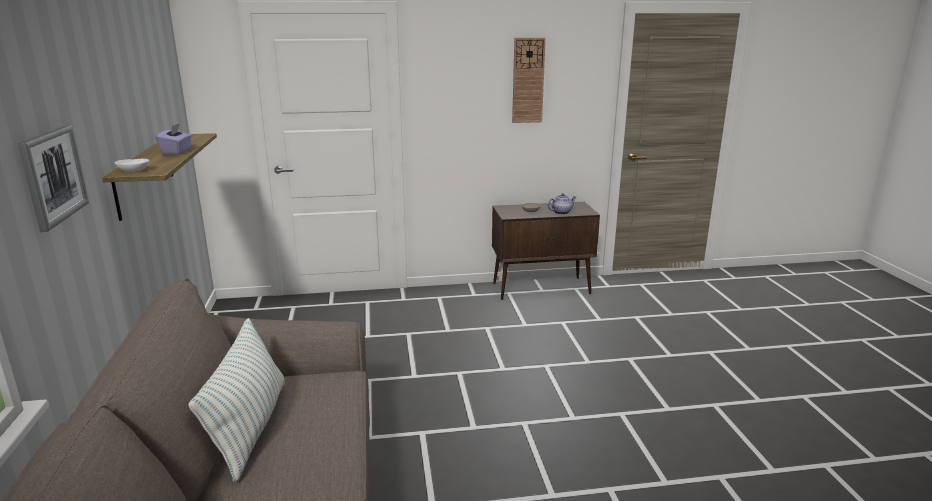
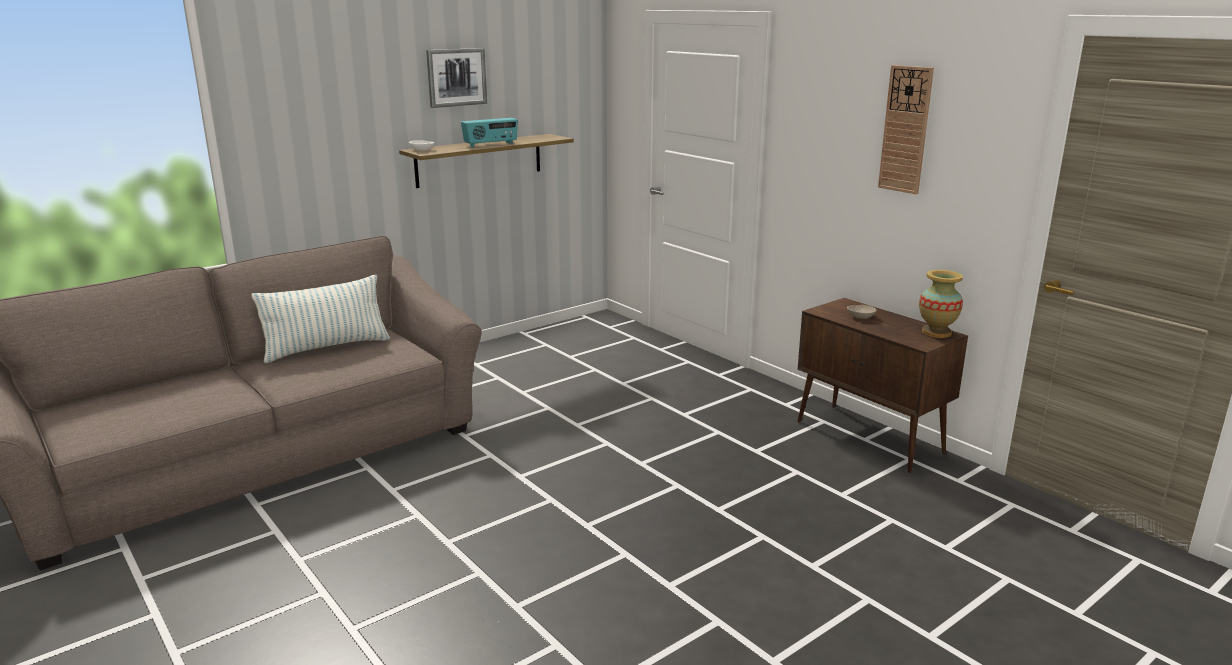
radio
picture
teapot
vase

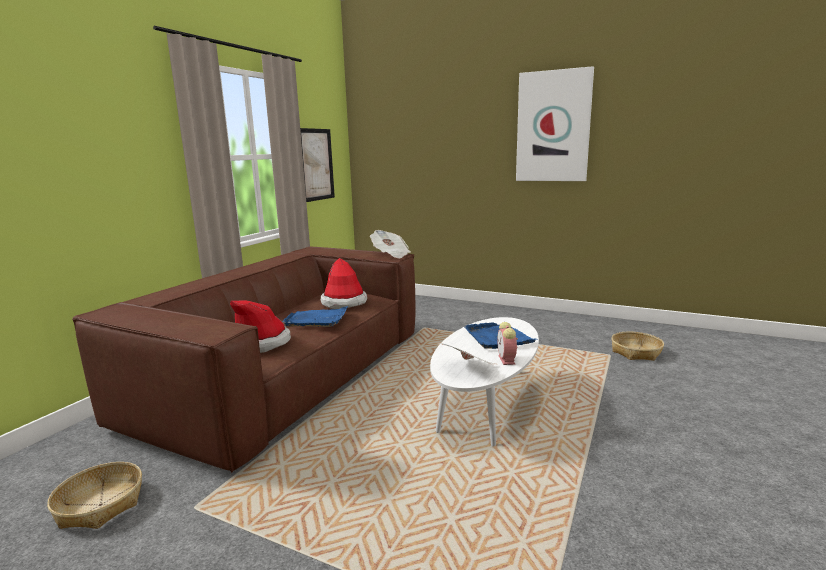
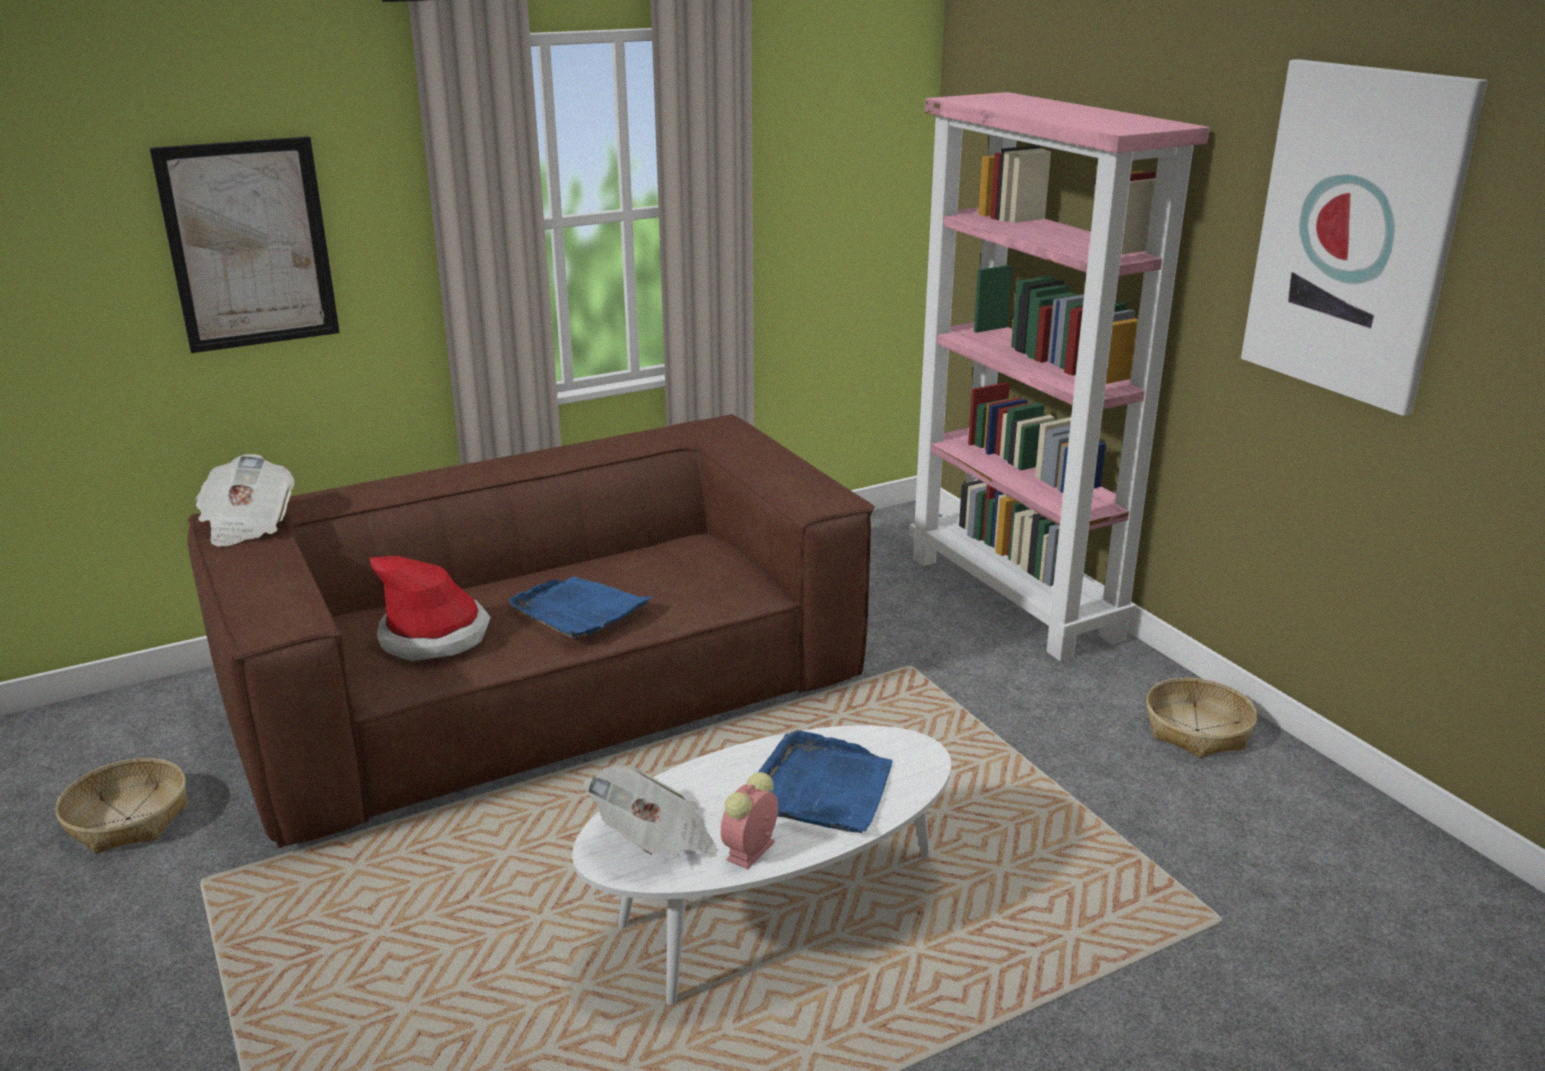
picture (1st from left)
newspaper (1st from left)
hat (2nd from left in the first image)
basket (2nd from left)
pink bookcase

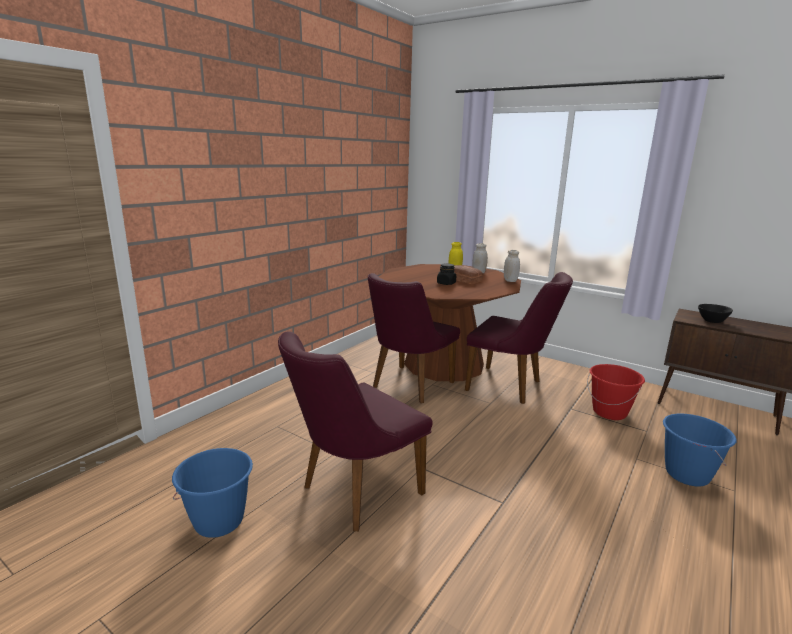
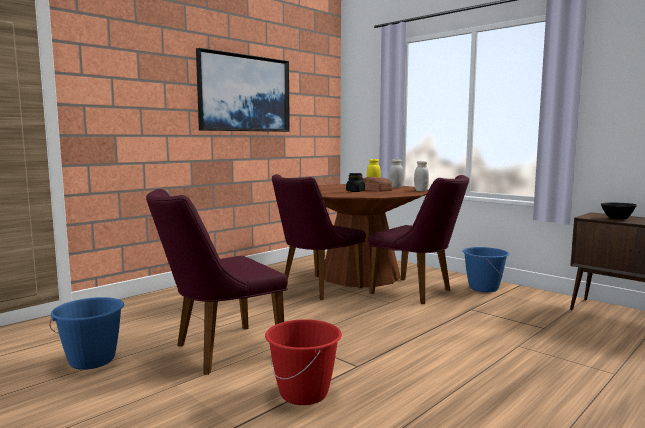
red bucket
blue bucket (2nd from left)
picture

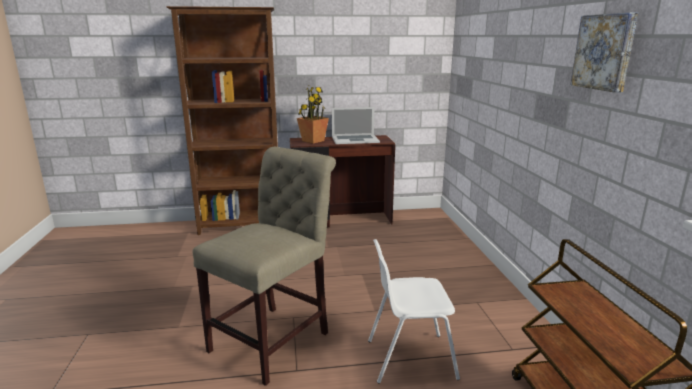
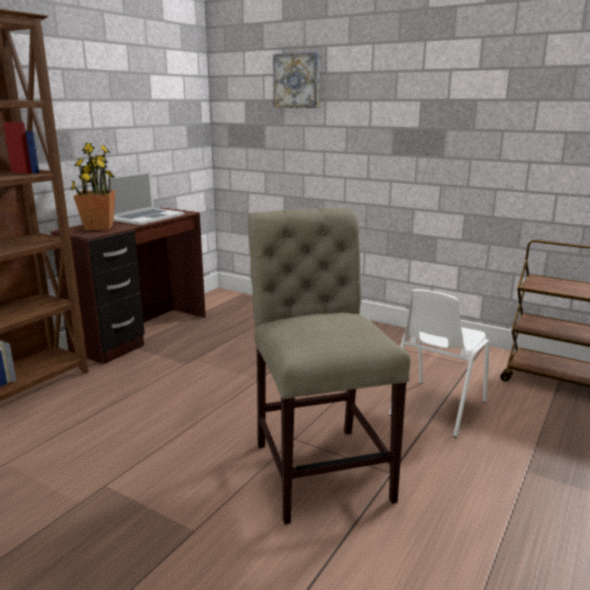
picture

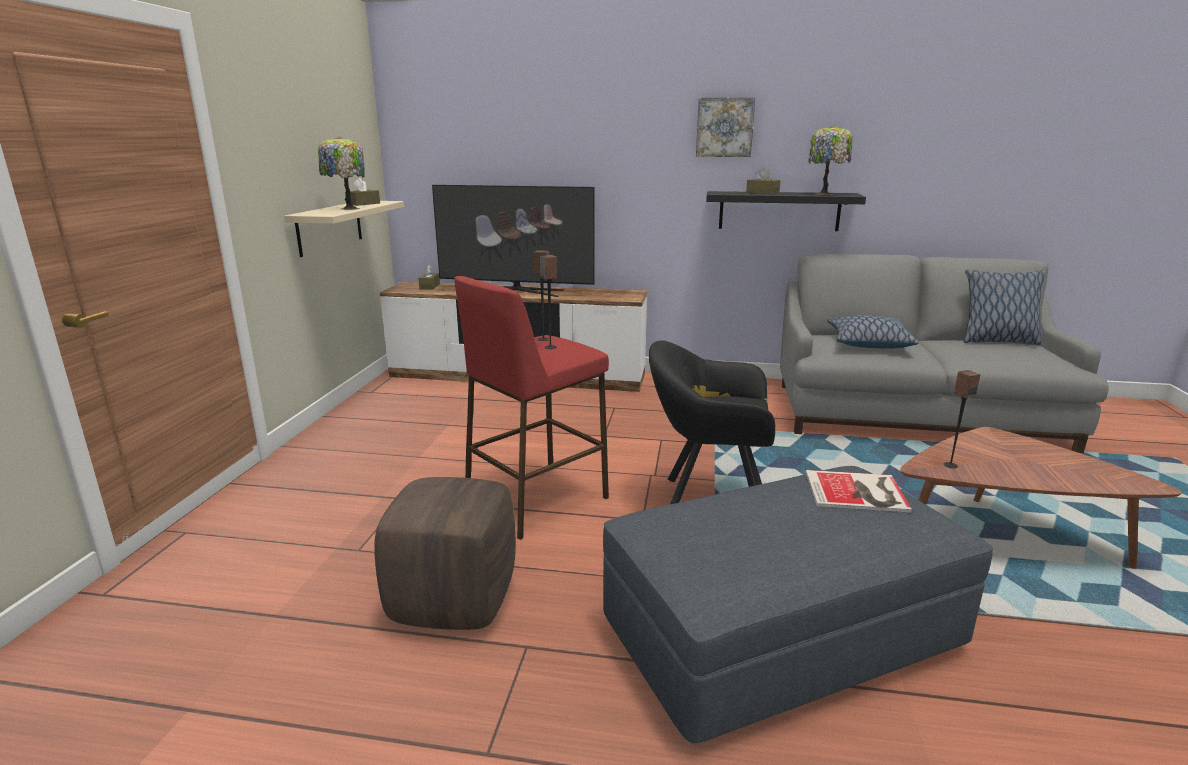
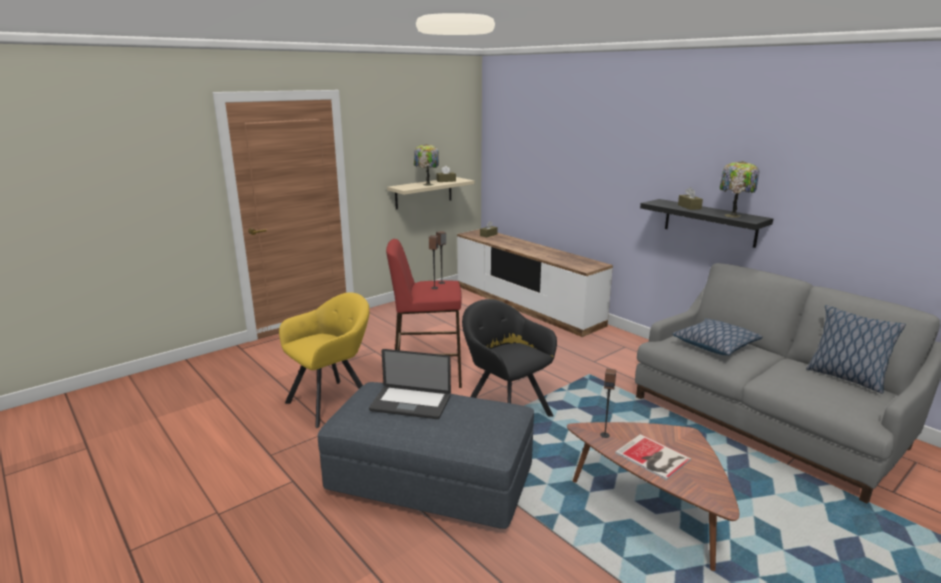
picture
television
book
yellow armchair
laptop

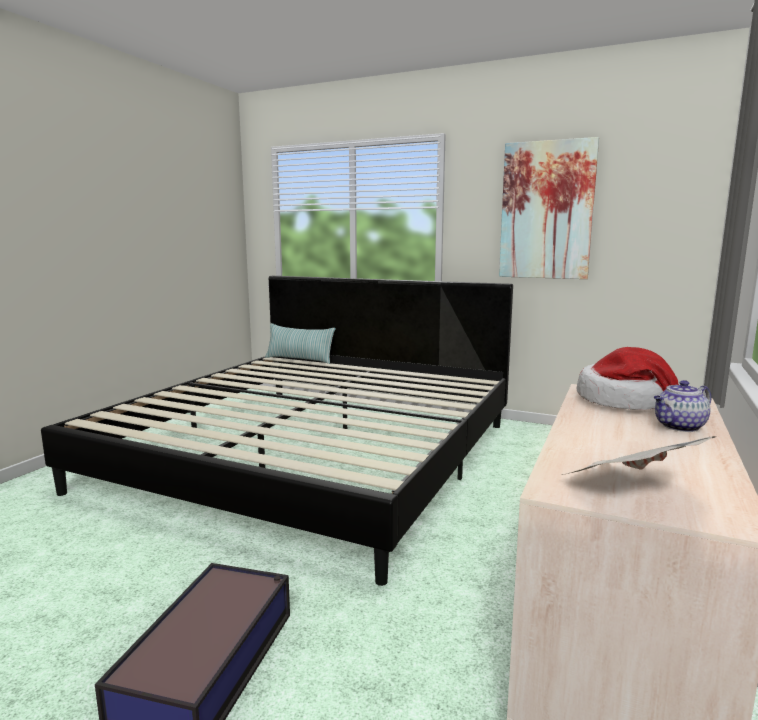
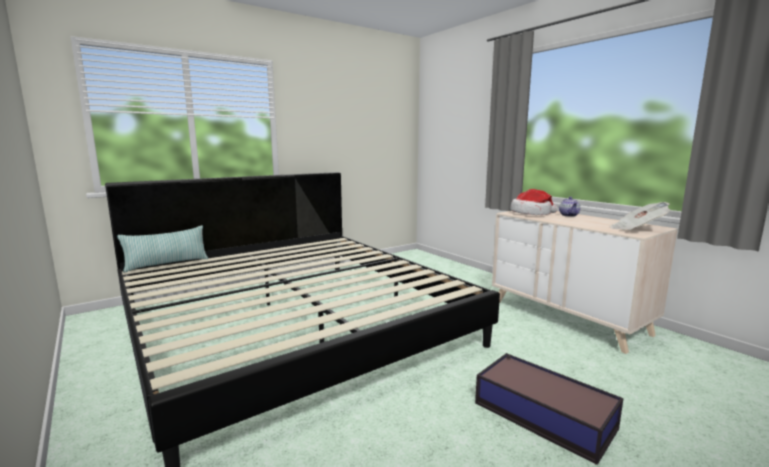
picture

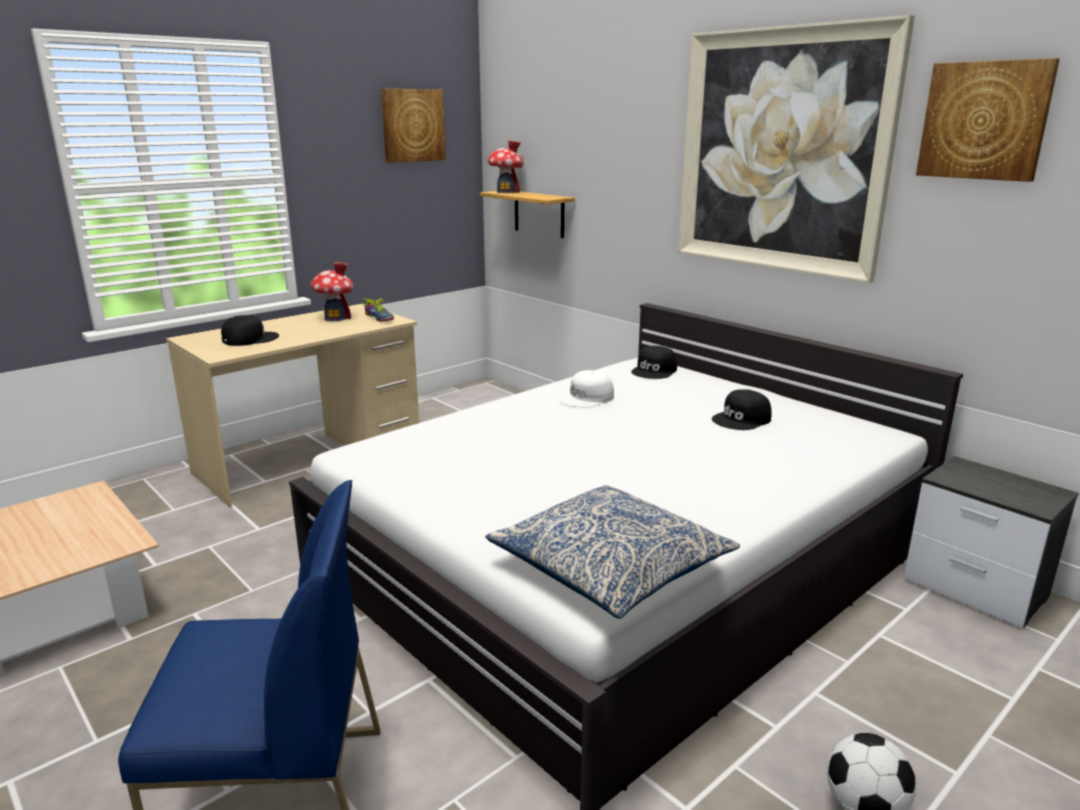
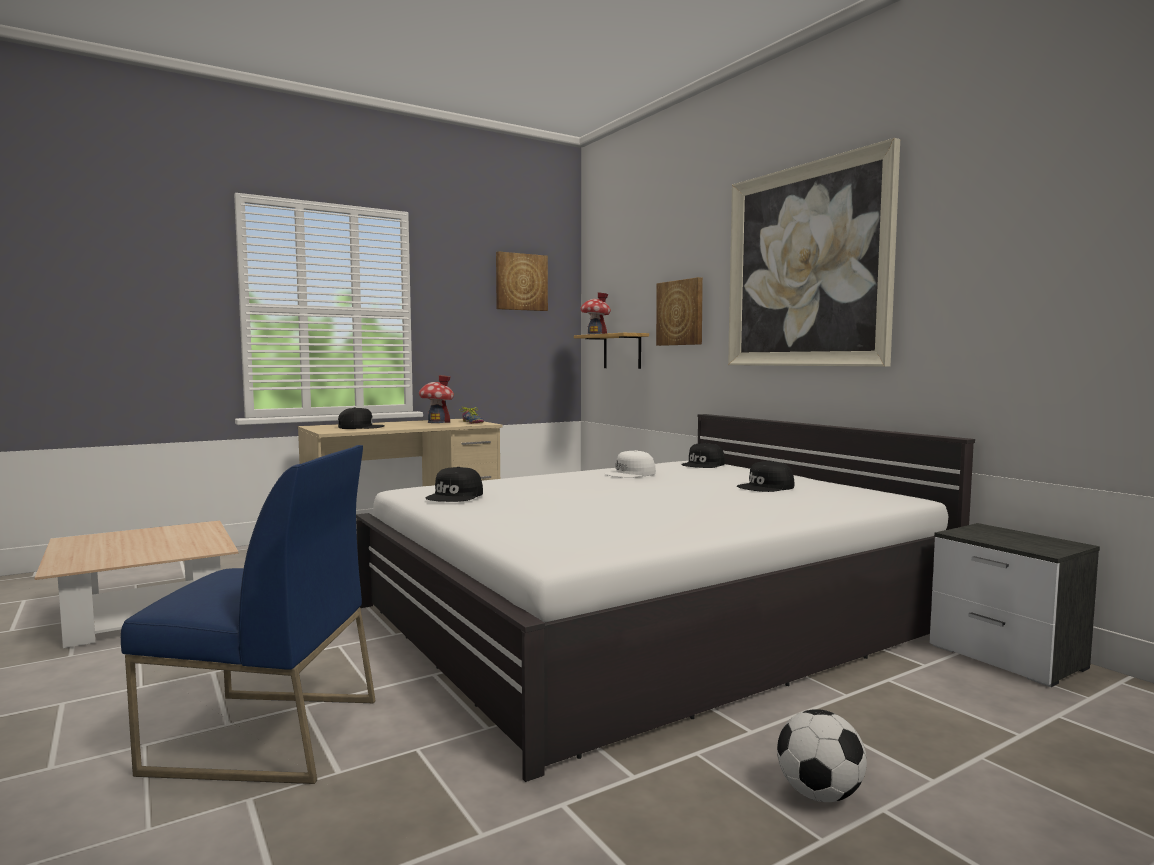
picture (2nd from left)
pillow
black cap (2nd from left)

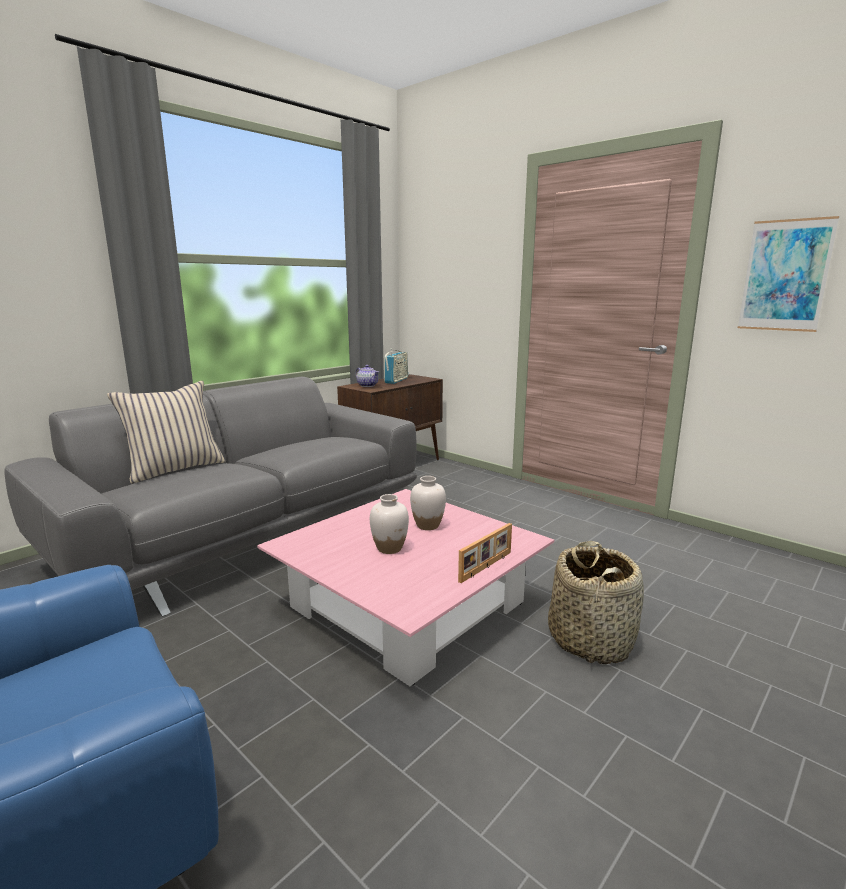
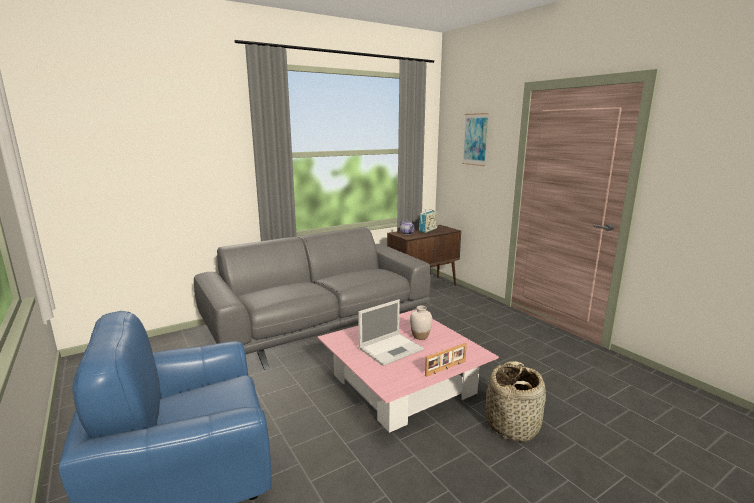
picture
beige pillow
laptop

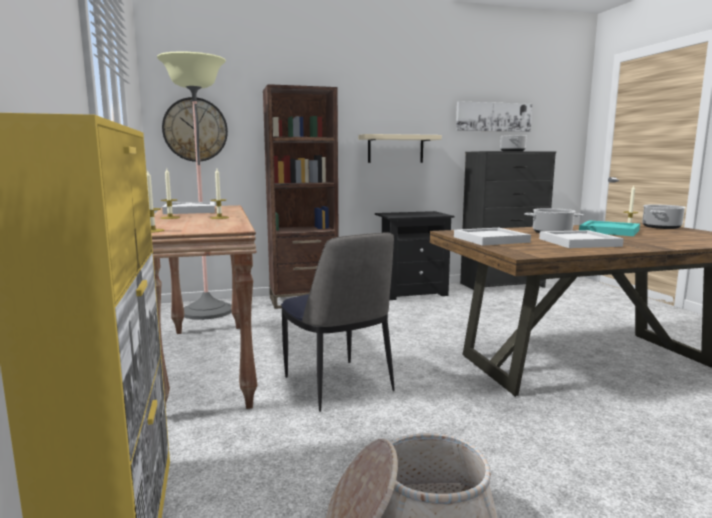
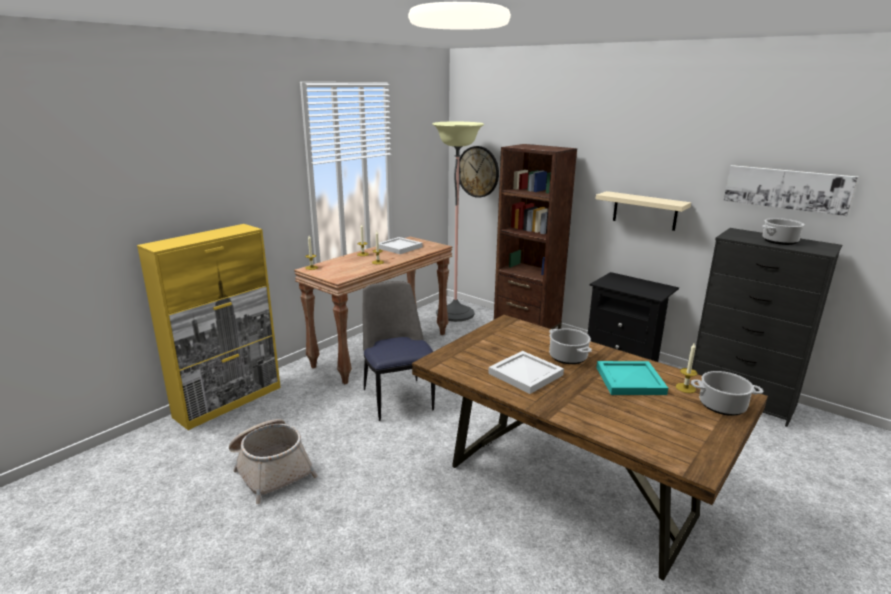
white tray (2nd from left in the first image)
chair

